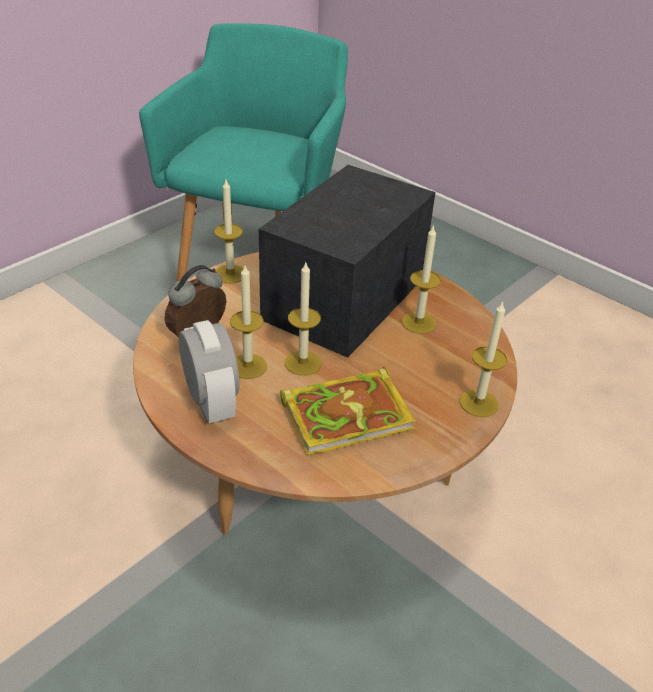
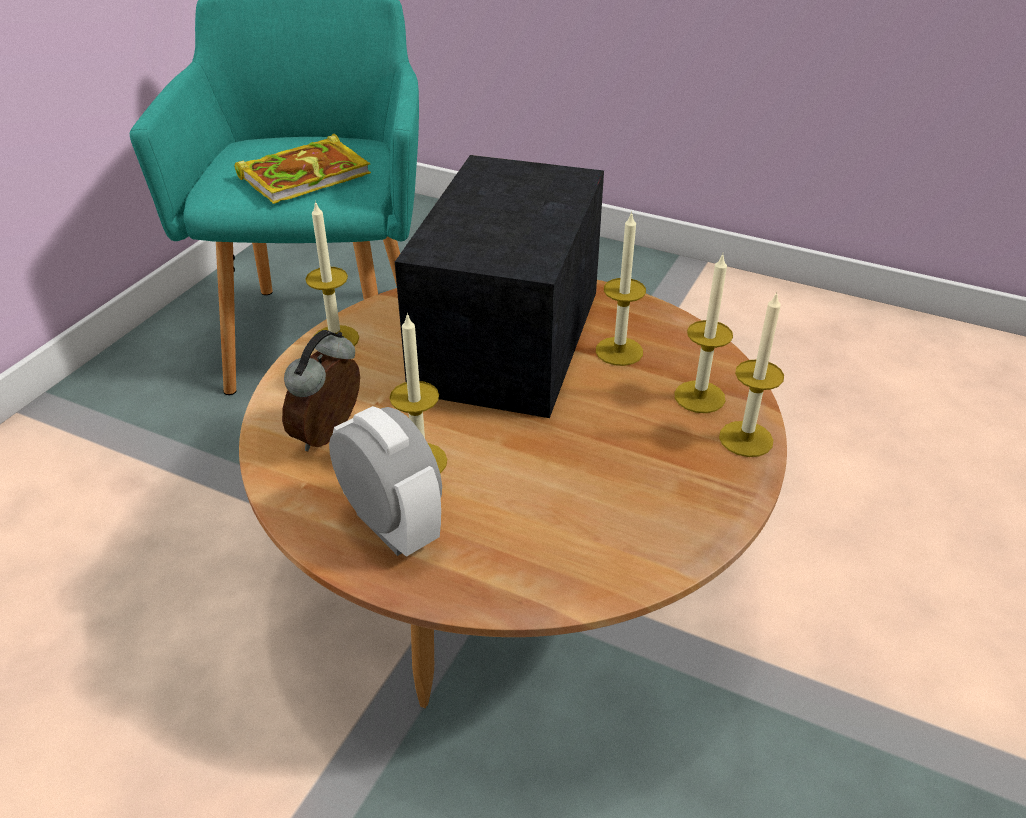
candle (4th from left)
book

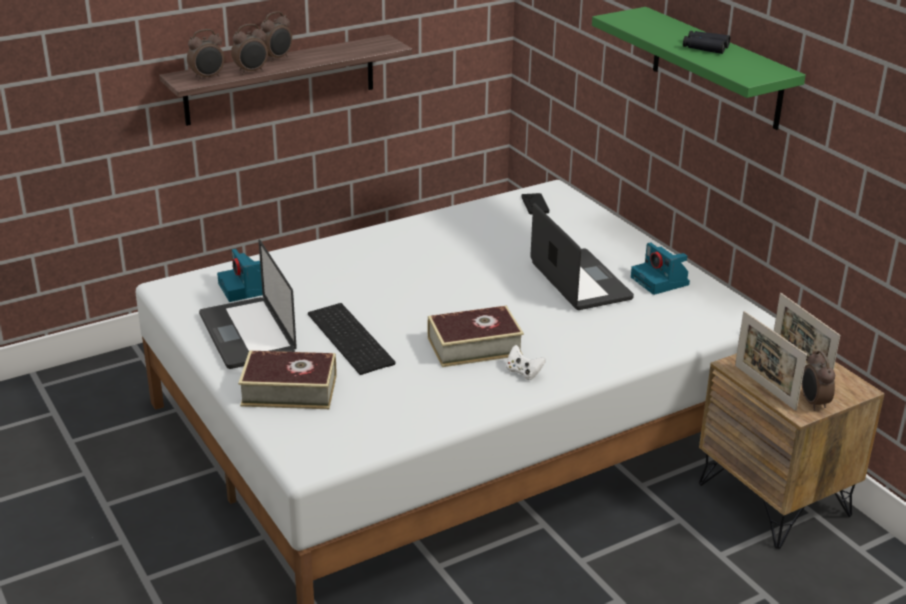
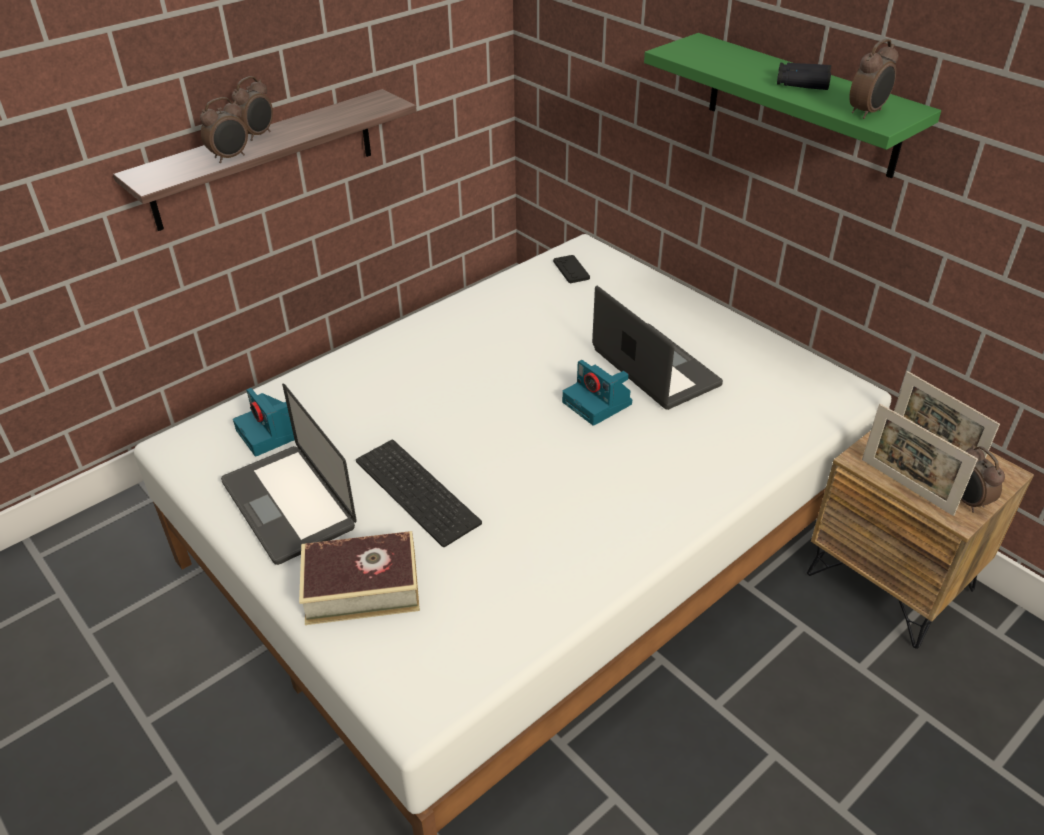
alarm clock (3rd from left)
photo camera (2nd from left)
book (2nd from left in the first image)
white game controller

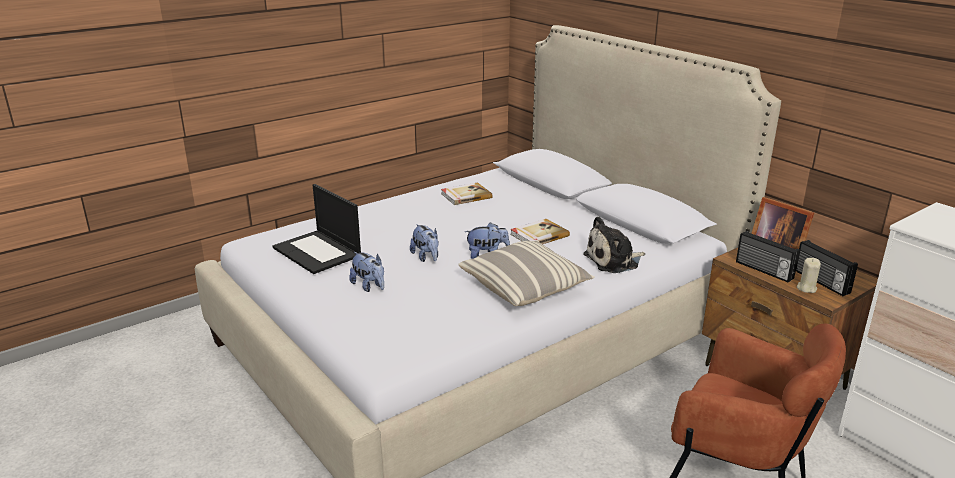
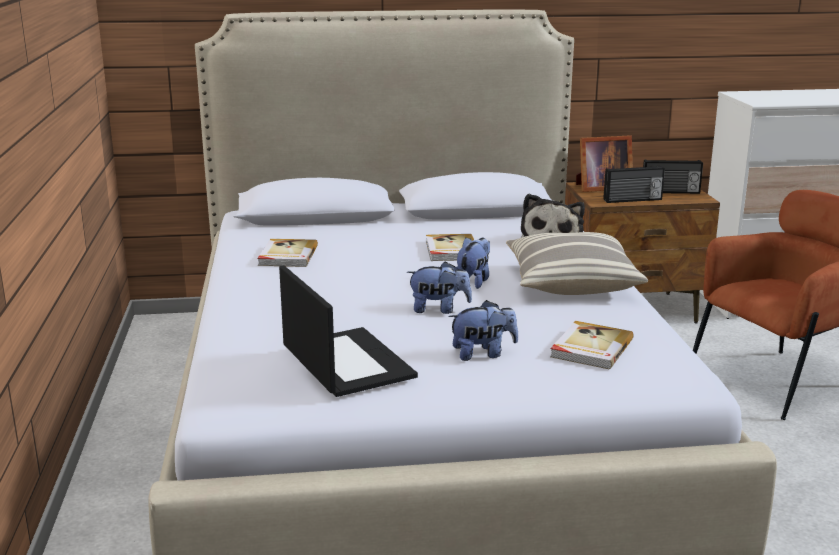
laptop
beige candle
book (3rd from left)

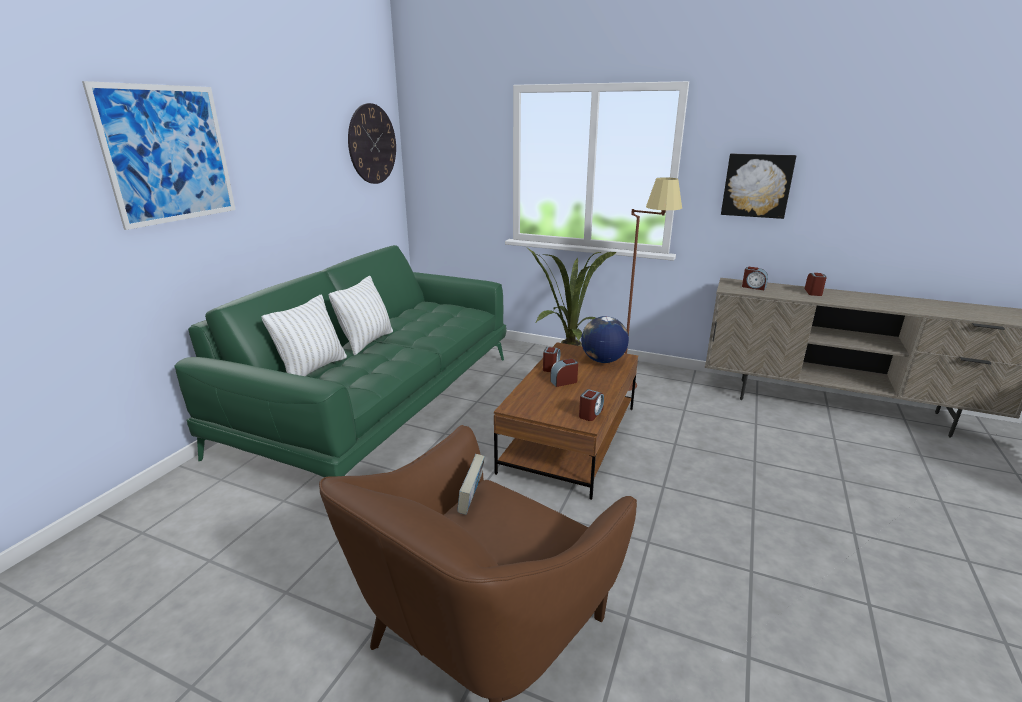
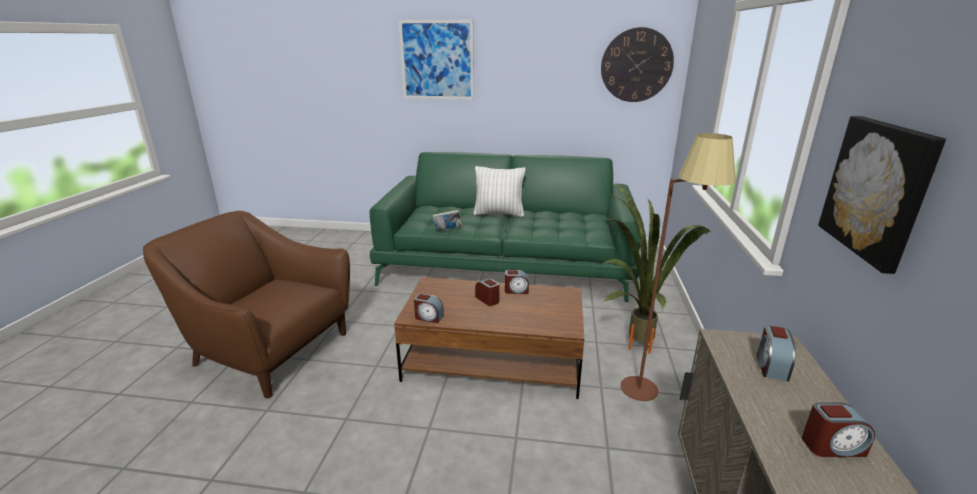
white pillow (1st from left in the first image)
globe
book

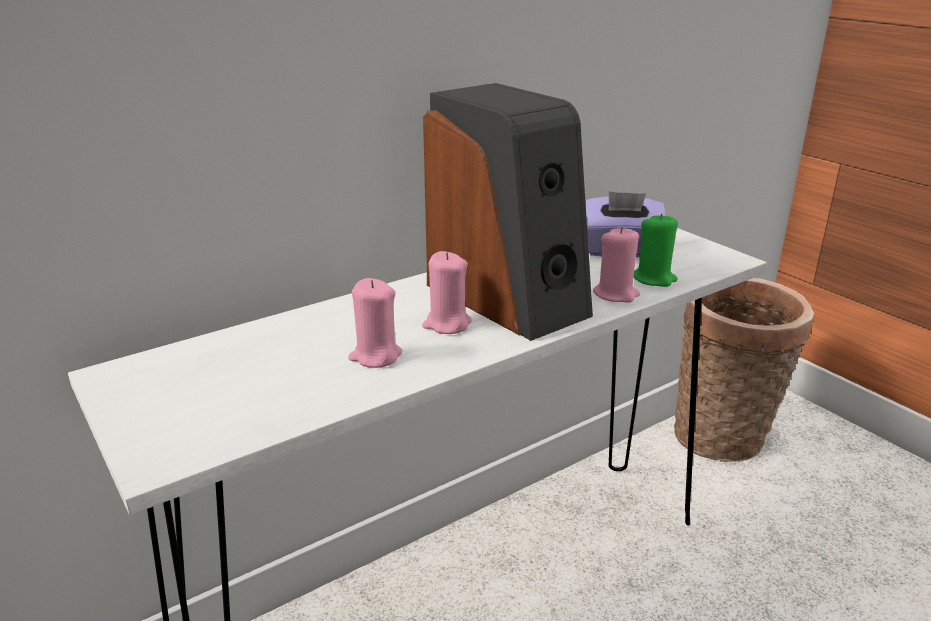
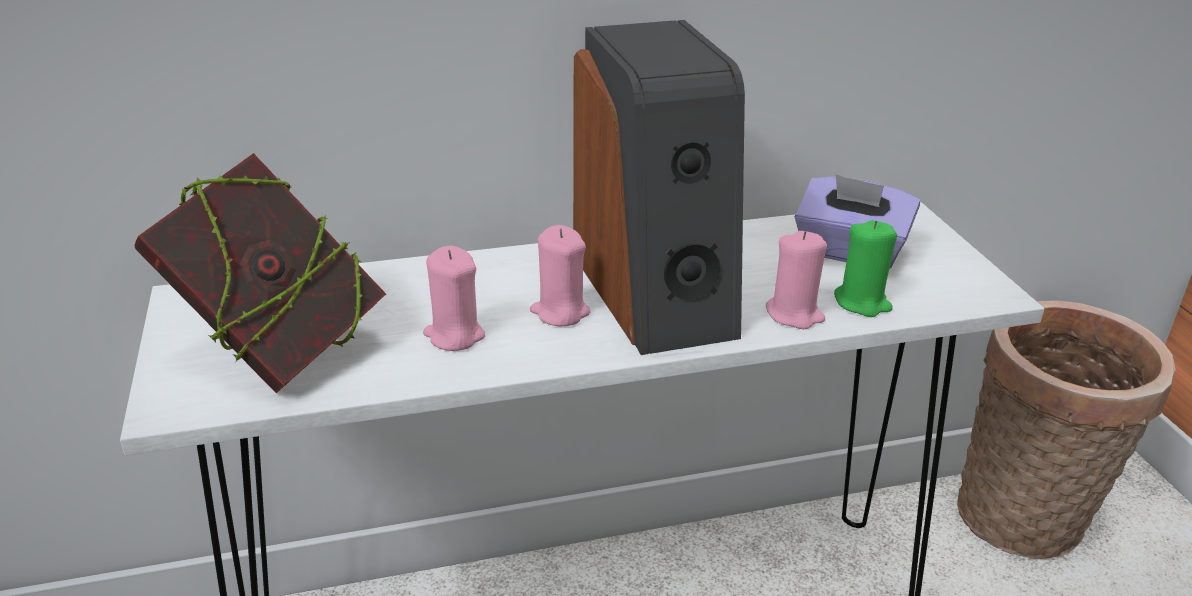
book

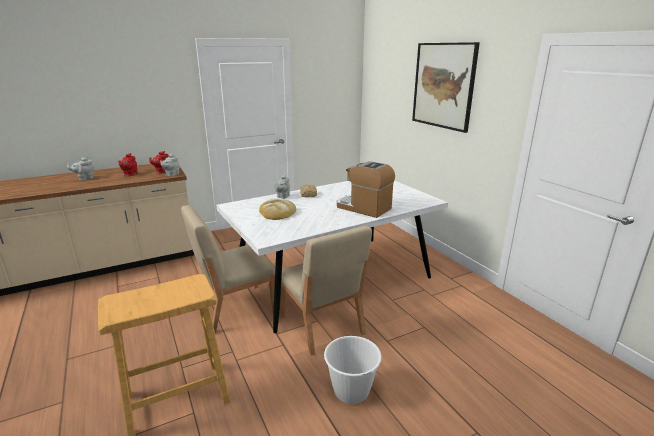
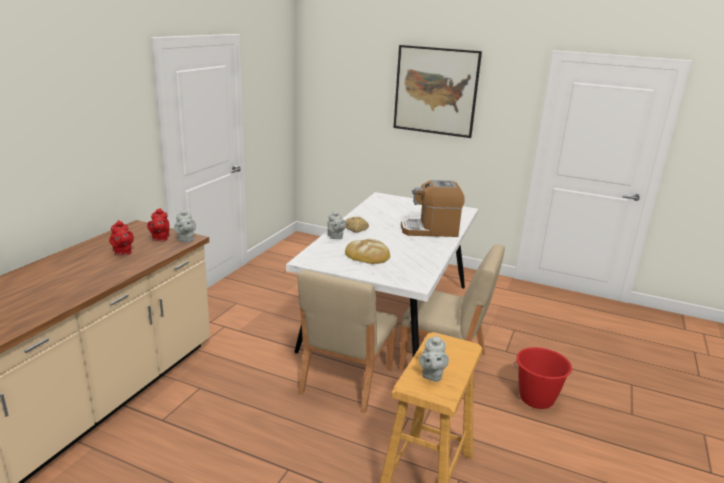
grey teapot (3rd from left)
red bucket

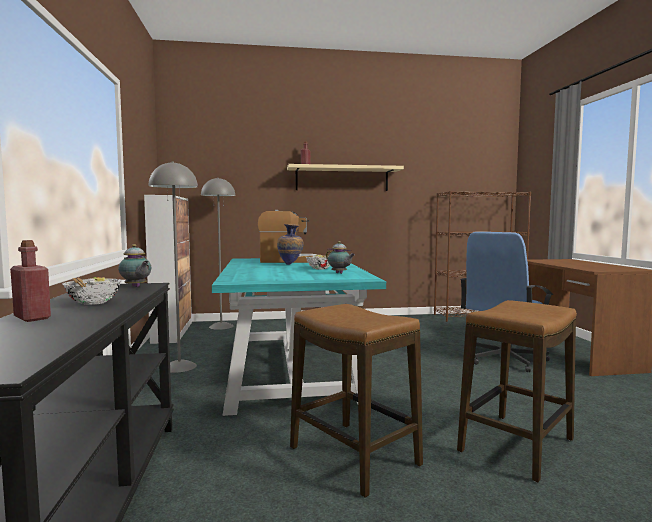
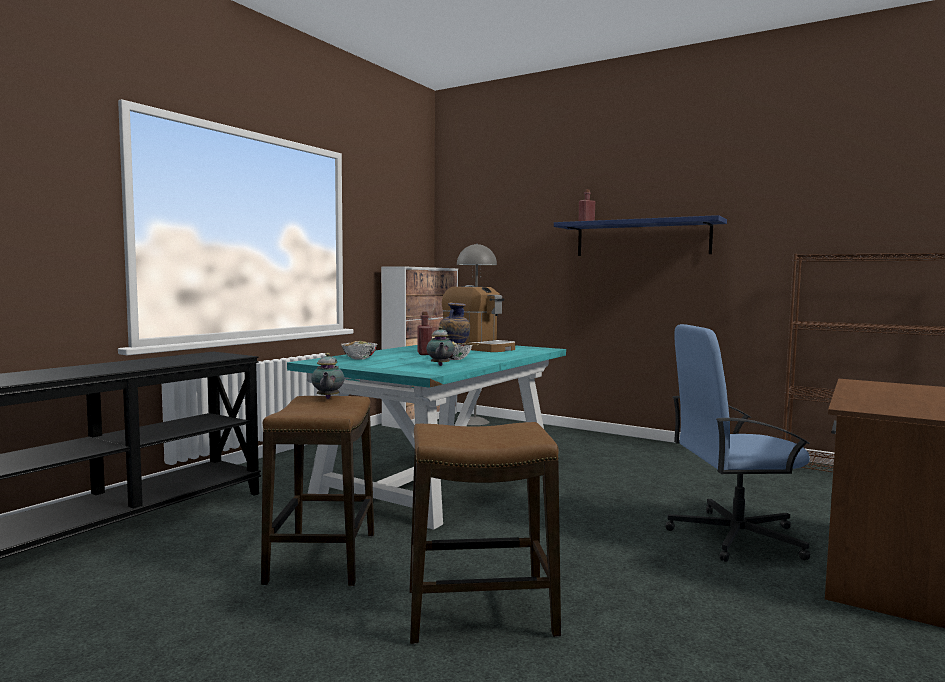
grey floor lamp (1st from left in the first image)
blue shelf
red bottle (1st from left)
teapot (1st from left)
bowl (1st from left)

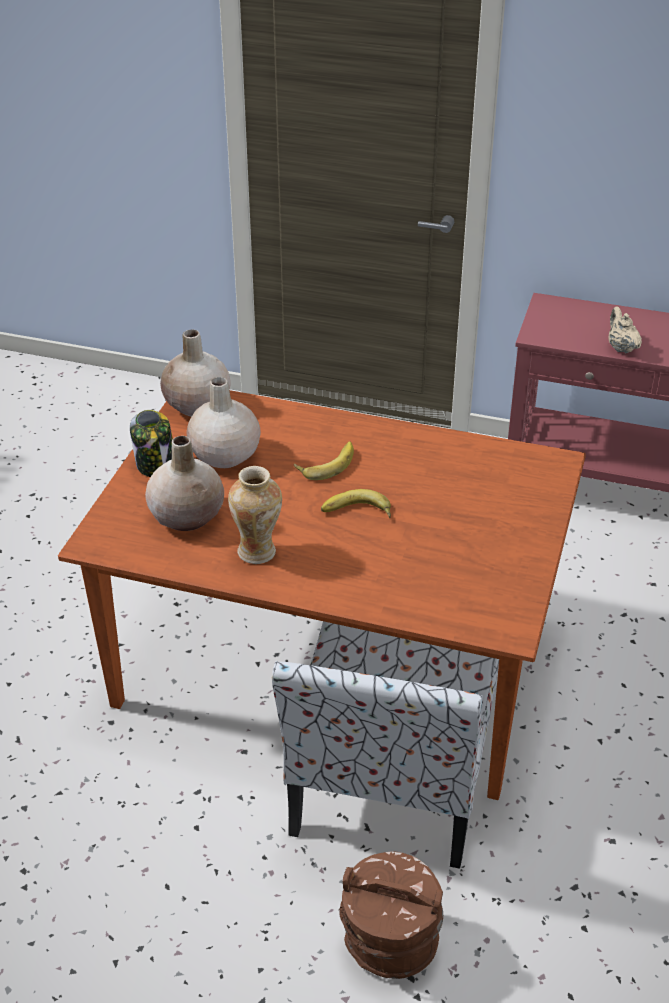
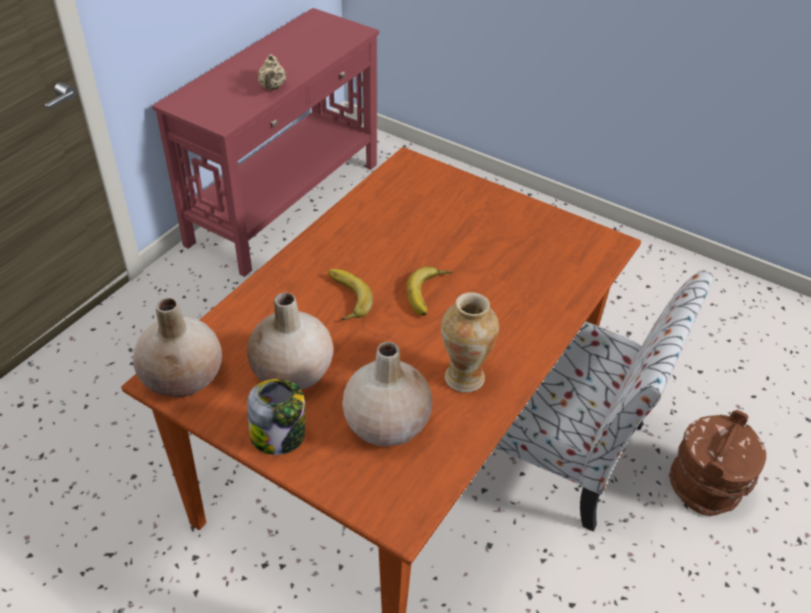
beige teapot

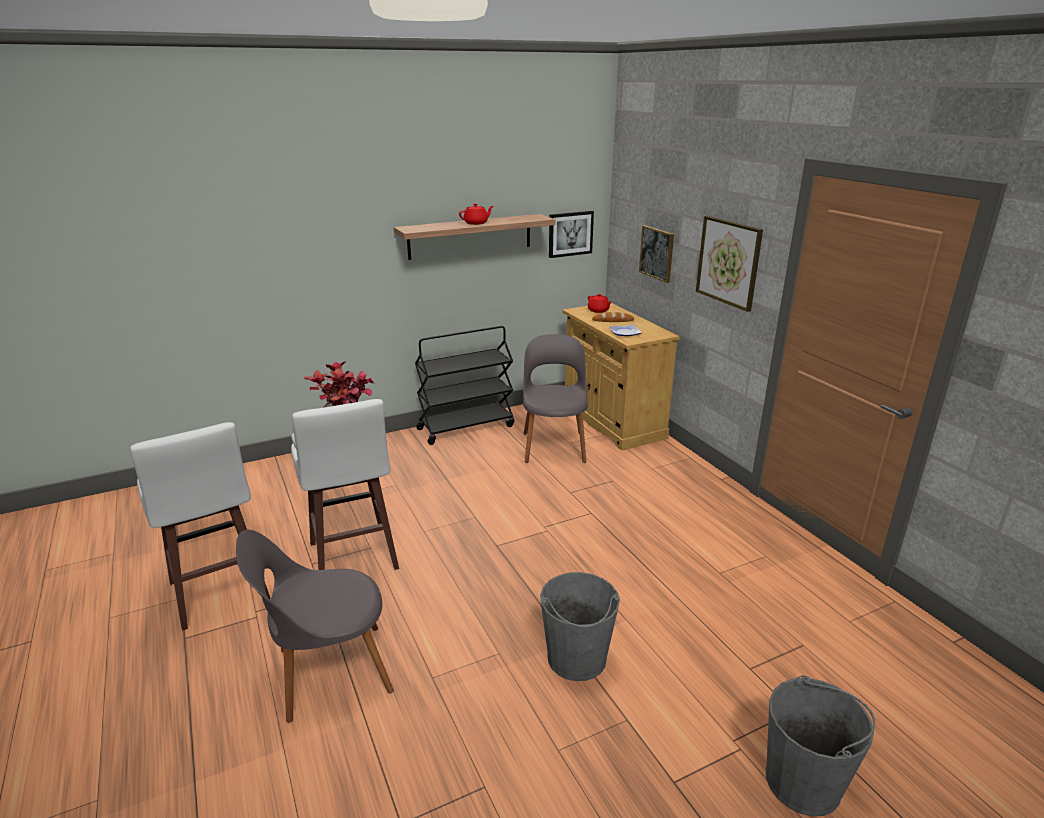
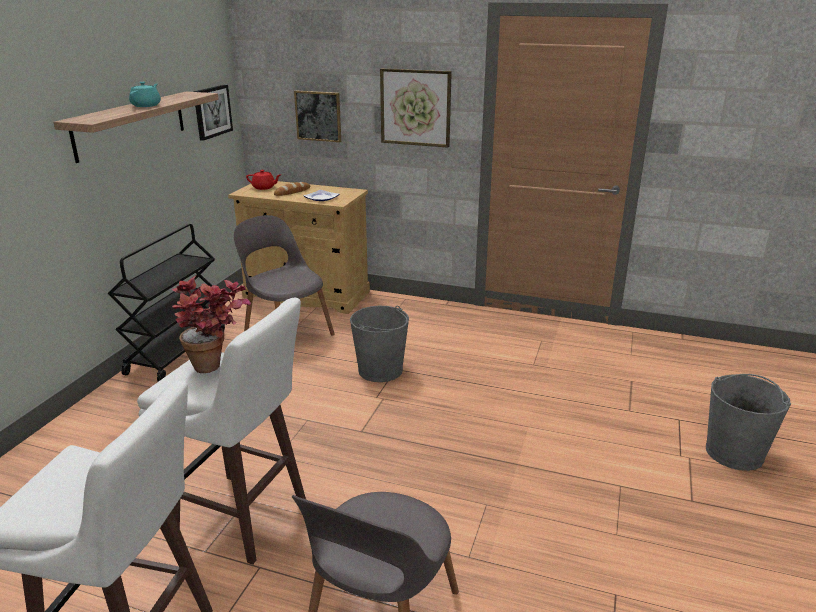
turquoise teapot
grey bucket (1st from left)

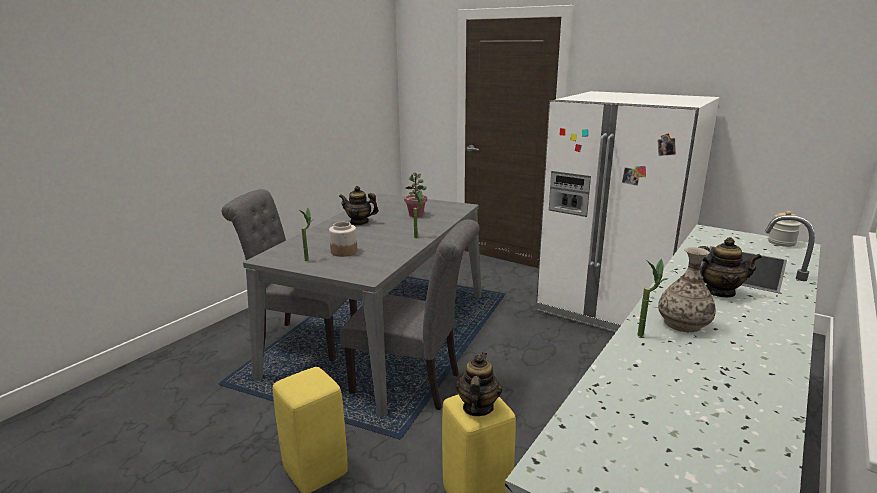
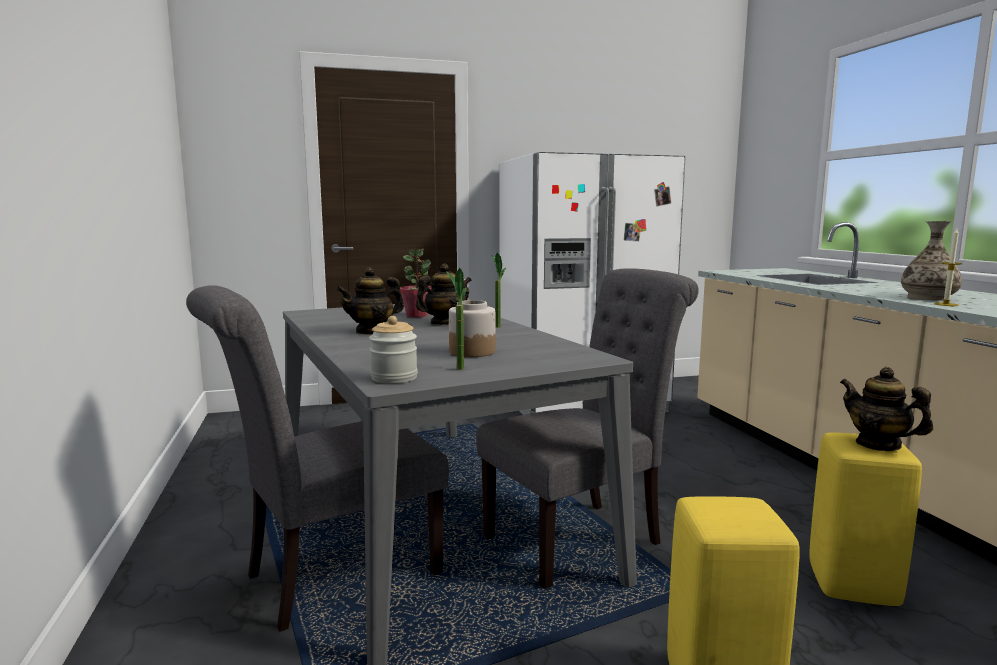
jar (1st from left)
teapot (2nd from left)
candle

